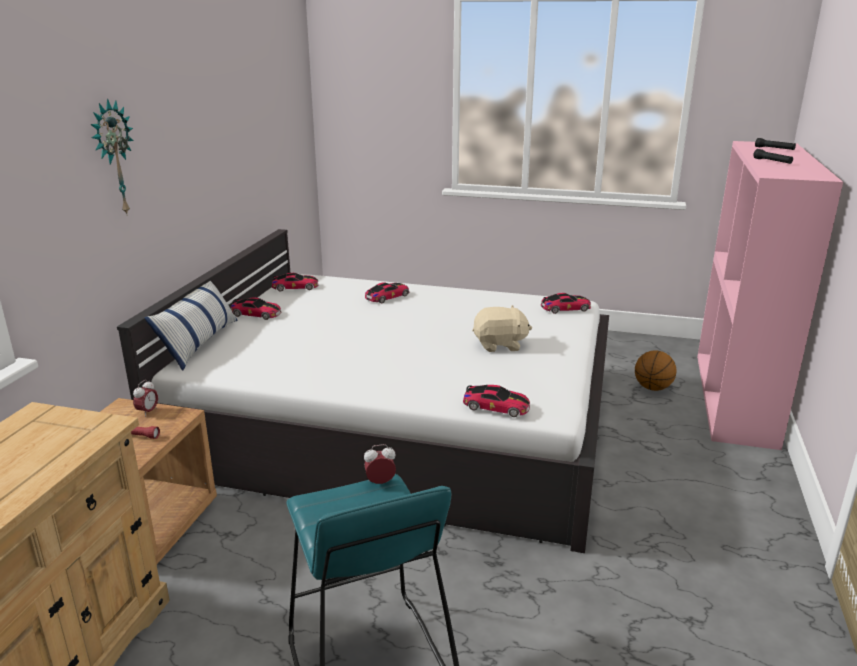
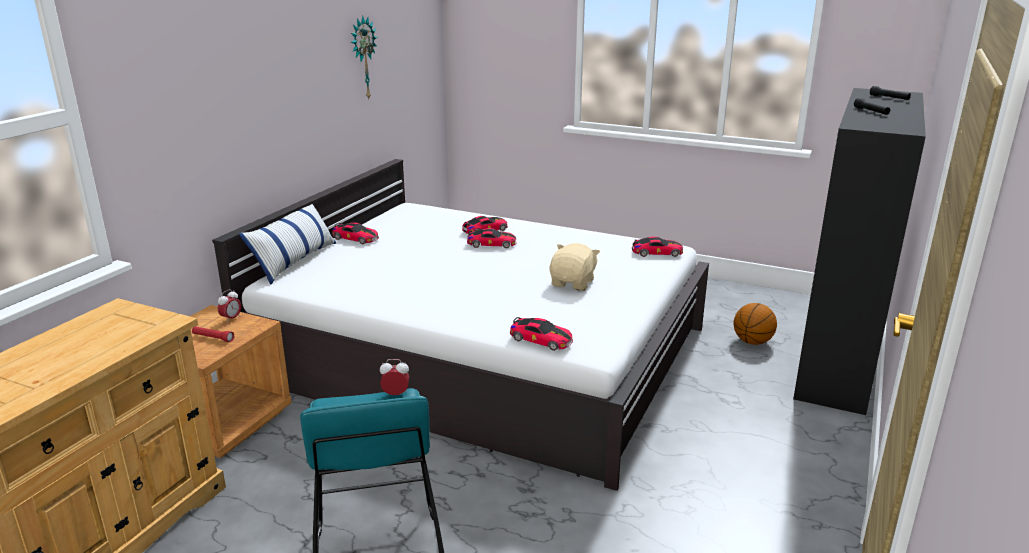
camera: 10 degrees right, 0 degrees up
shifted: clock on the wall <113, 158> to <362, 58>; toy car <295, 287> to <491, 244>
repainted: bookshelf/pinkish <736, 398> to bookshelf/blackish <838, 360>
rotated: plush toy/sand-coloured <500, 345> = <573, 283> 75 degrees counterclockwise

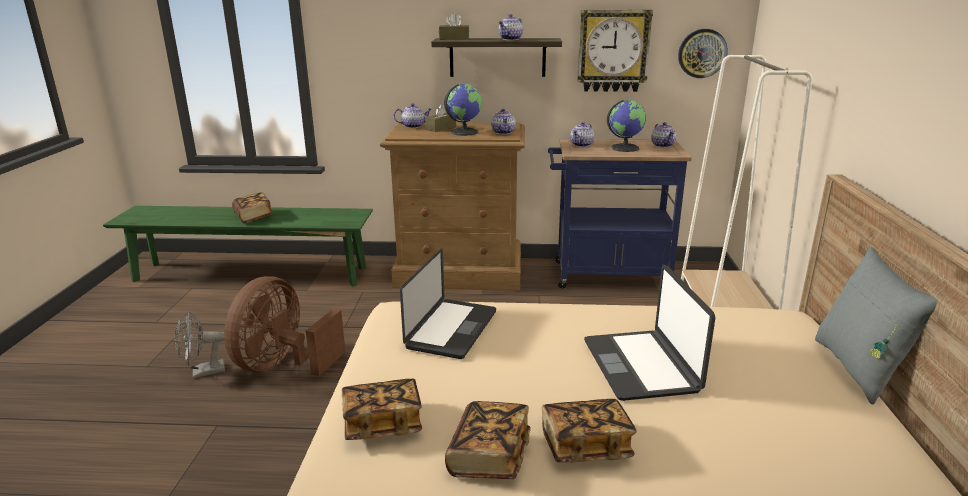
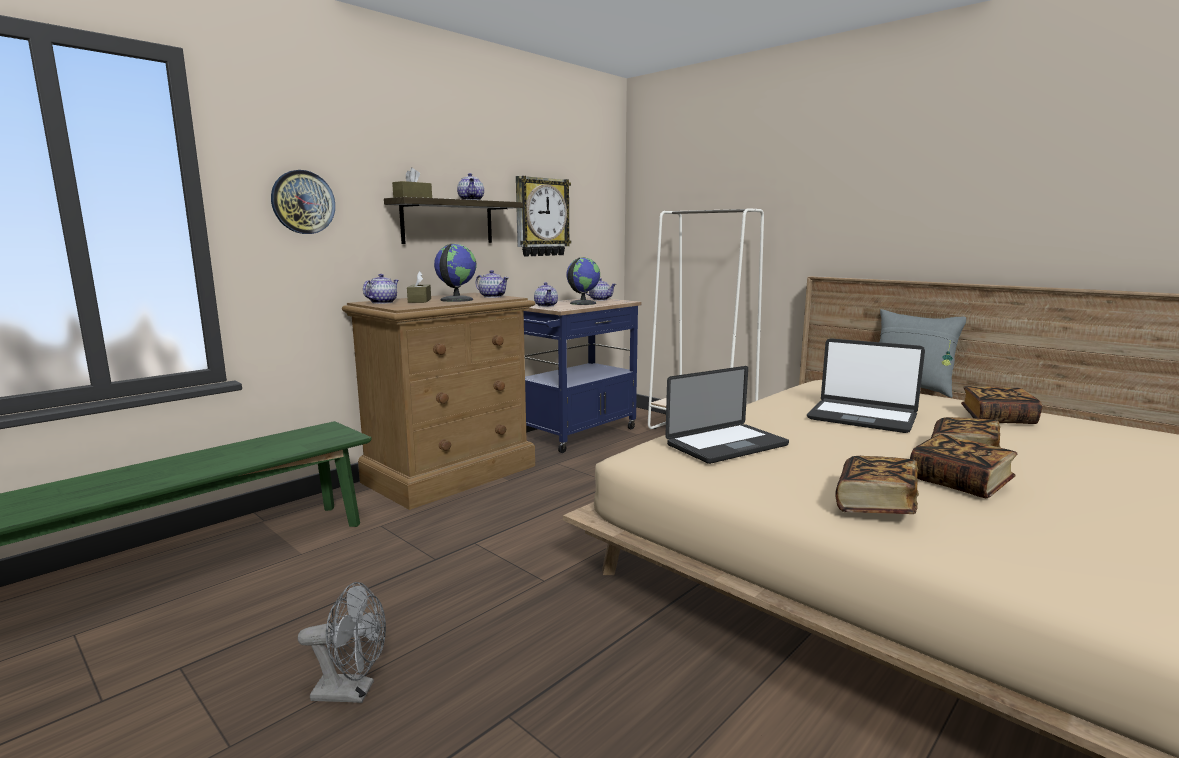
camera: 50 degrees left, 10 degrees down
gone: cooling fan/brownish <283, 365>
shifted: bound book <253, 217> to <997, 419>; clock on the wall <702, 53> to <303, 202>
rotated: cooling fan/greyish <203, 372> = <352, 692> 105 degrees counterclockwise; laptop <452, 329> = <727, 445> 90 degrees clockwise

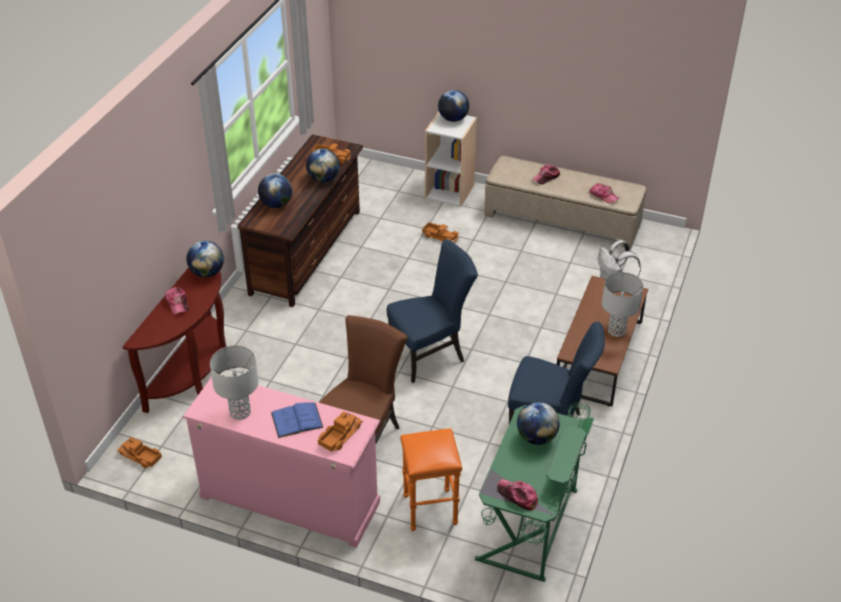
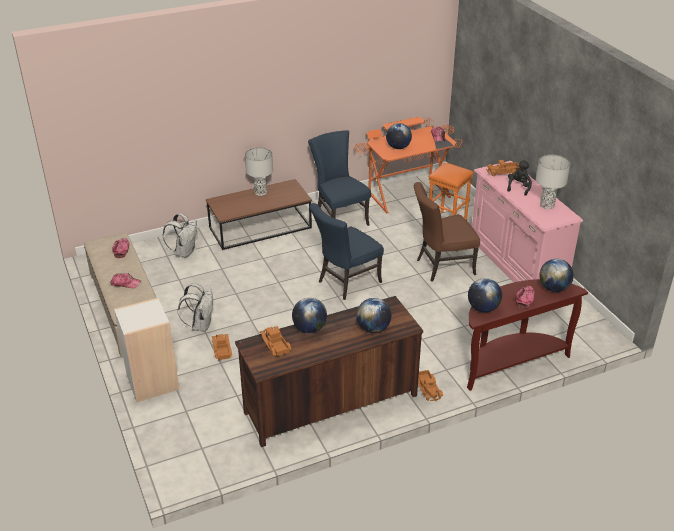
camera: 135 degrees left, 5 degrees down
new: rucksack/whitish <201, 325>
shifted: model truck <140, 456> to <428, 389>; world globe <453, 119> to <554, 288>
swapped: bound book/blue-coloured <297, 420> to plush toy/blackish <518, 187>
repainted: desk unit/green <531, 526> to desk unit/orange-coloured <408, 193>
rotated: chair/blue-coloured <431, 353> = <346, 282> 60 degrees counterclockwise

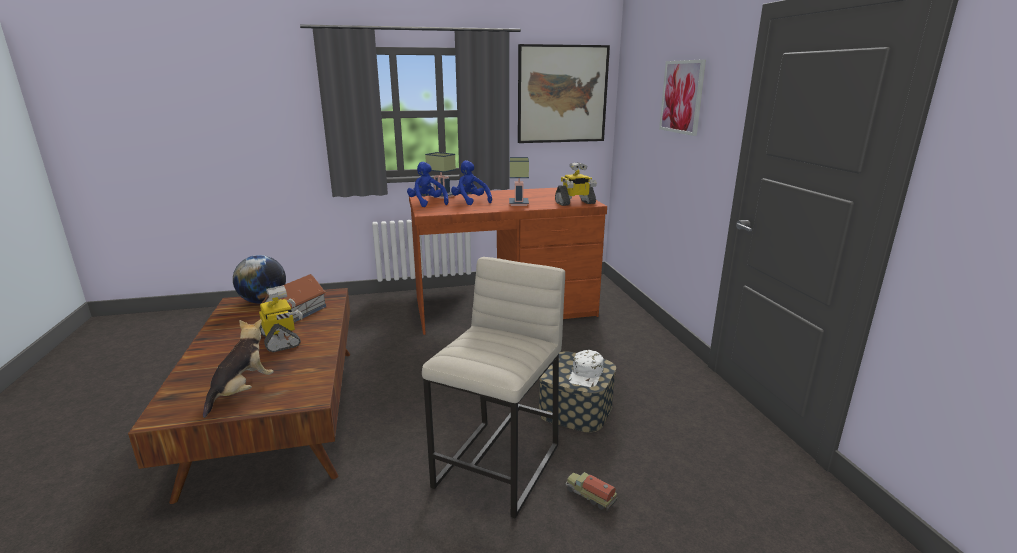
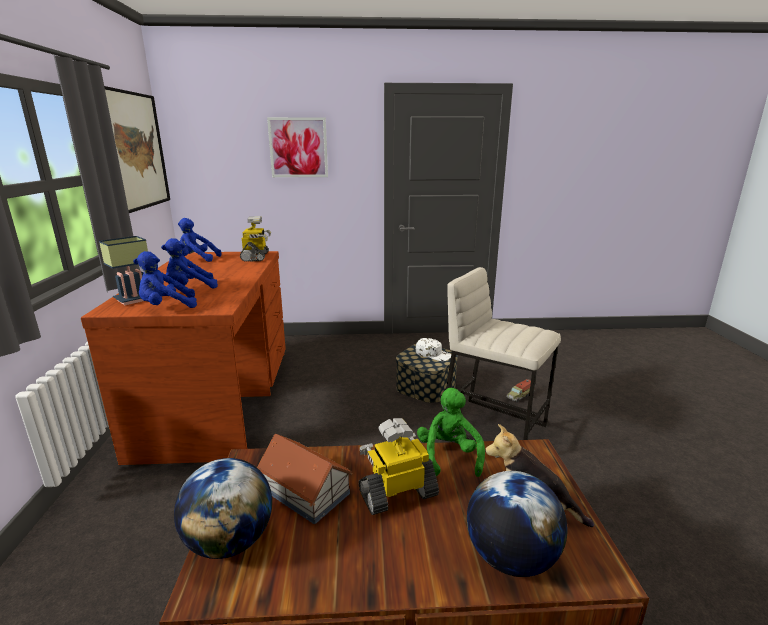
camera: 80 degrees left, 0 degrees up
gone: lamp for a table <520, 204>
new: plush toy/blue-coloured <197, 259>; plush toy/green <449, 456>; world globe <511, 557>

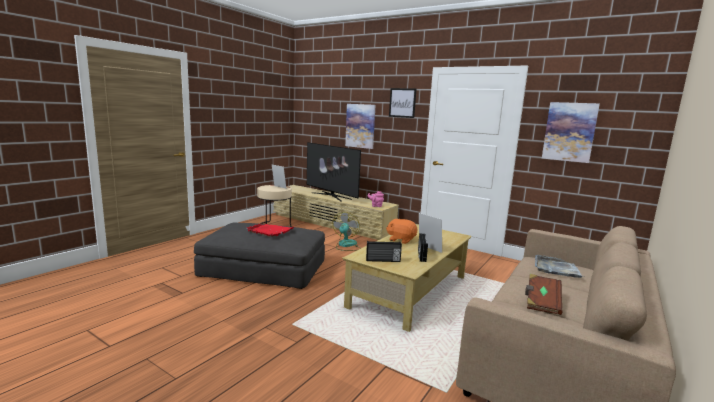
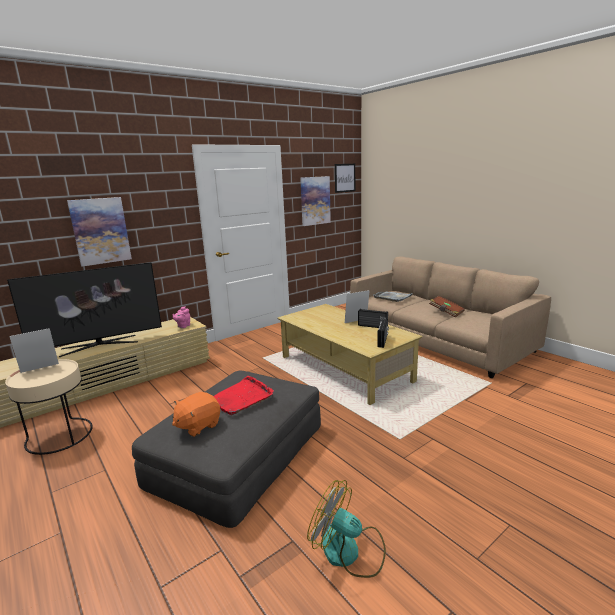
camera: 70 degrees left, 5 degrees up
shifted: cooling fan <346, 245> to <349, 551>; plush toy/orange-coloured <401, 240> to <198, 426>; wall picture <402, 103> to <344, 178>

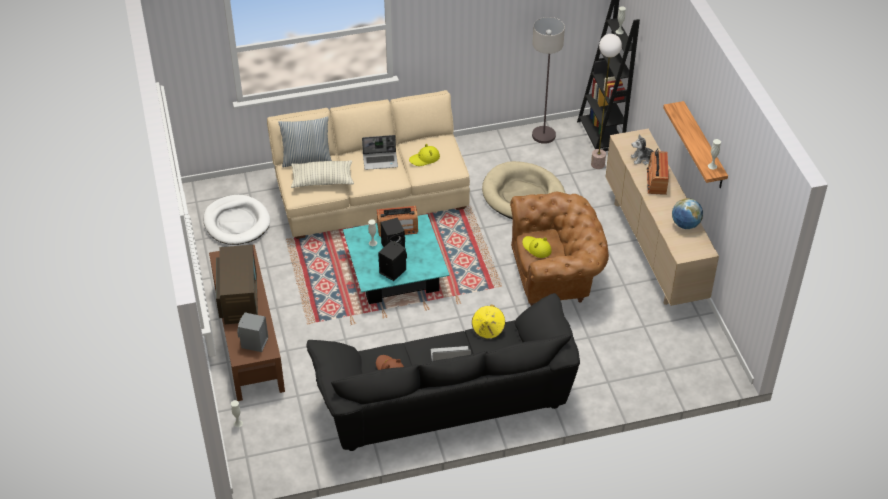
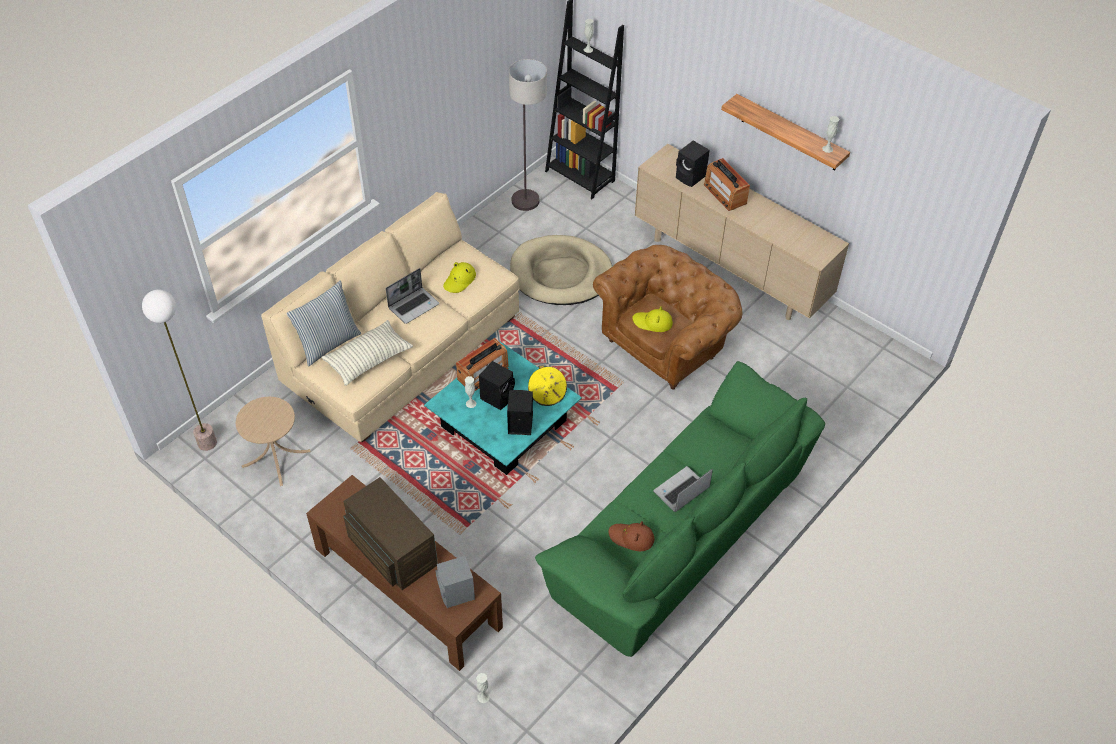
camera: 35 degrees left, 5 degrees up
gone: world globe <685, 225>
shifted: wearable hat/yellow-coloured <488, 329> to <547, 393>; floor lamp <597, 164> to <206, 443>
swapped: pet bed/whitish <237, 222> to side table/sand-coloured <276, 458>; plush toy <642, 159> to speaker/blackish <691, 177>
repainted: couch/blackish <444, 402> to couch/green <678, 540>

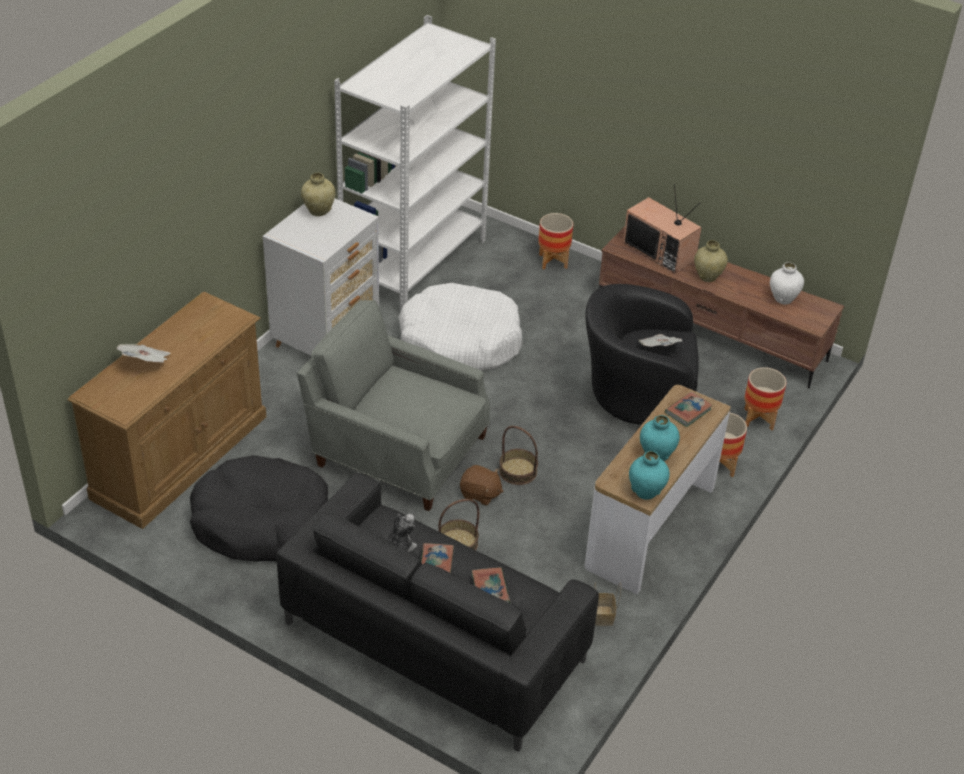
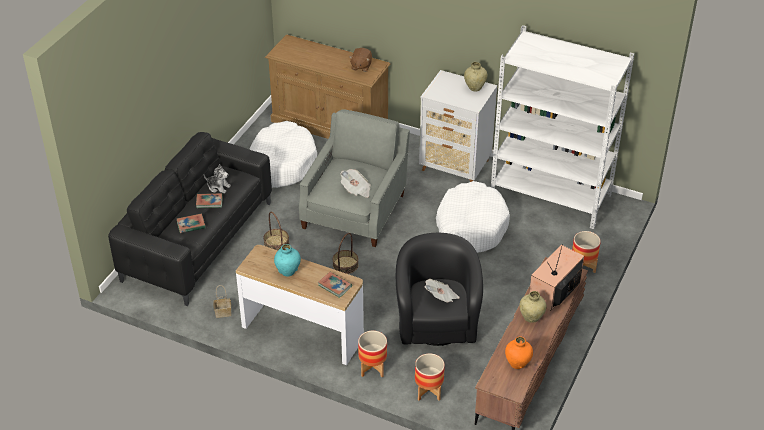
camera: 85 degrees right, 0 degrees up
gone: decorative vase/turquoise <646, 492>
shifted: daily paper <146, 363> to <356, 190>; plush toy/brownish <480, 494> to <361, 66>
repainted: pet bed/blackish <262, 523> to pet bed/whitish <282, 163>; decorative vase/whitish <783, 299> to decorative vase/orange-coloured <517, 363>

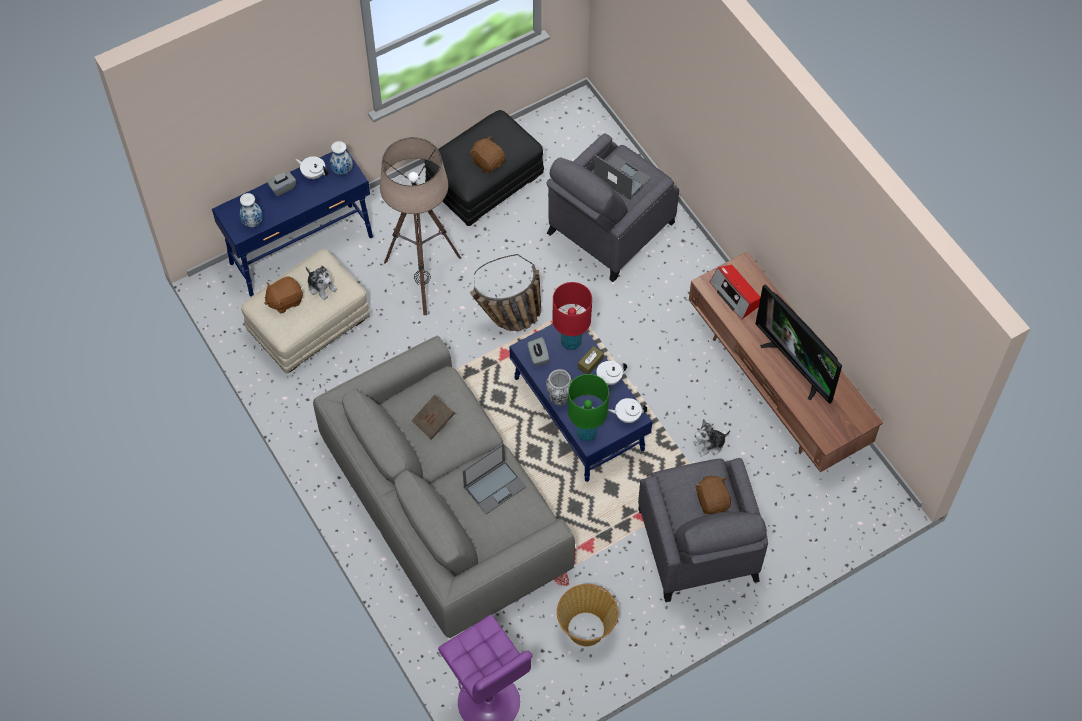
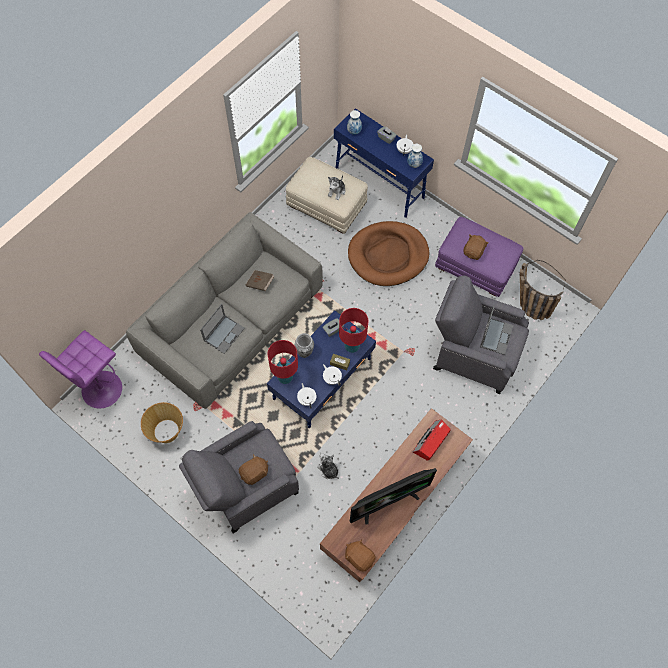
camera: 70 degrees right, 5 degrees up
shifted: plush toy/brownish <285, 300> to <359, 557>; household basket <508, 321> to <528, 303>
swapped: floor lamp <423, 277> to pet bed/brownish <388, 255>
repainted: footrest/blackish <484, 184> to footrest/purple <475, 267>; lamp for a table/green <586, 432> to lamp for a table/red <285, 377>
rotated: laptop <495, 486> = <224, 334> 90 degrees counterclockwise; TV set <795, 365> = <387, 501> 150 degrees counterclockwise

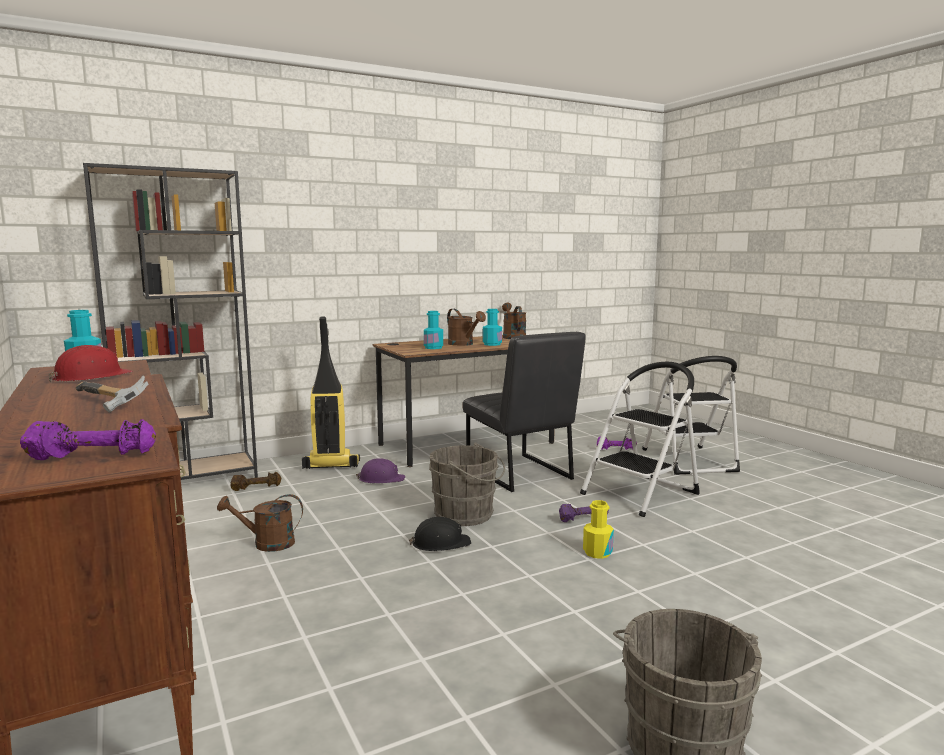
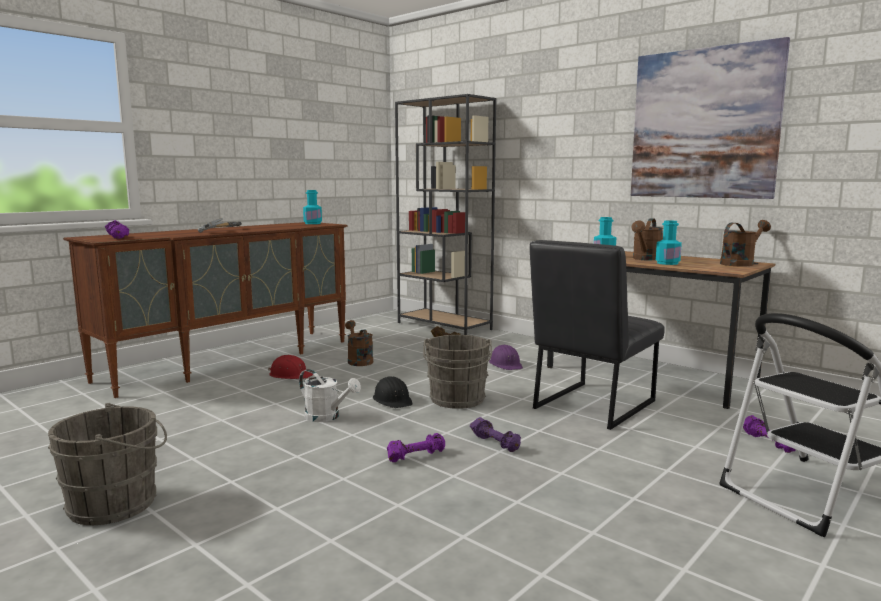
camera: 70 degrees right, 0 degrees up
gone: vacuum cleaner <330, 465>; step ladder <643, 494>
new: watering pot/whitish <327, 417>; wall picture <703, 124>
shifted: work helmet/red <91, 377> to <290, 375>
swapped: drink bottle/yellow-coloured <597, 553> to free weight/purple <416, 456>

